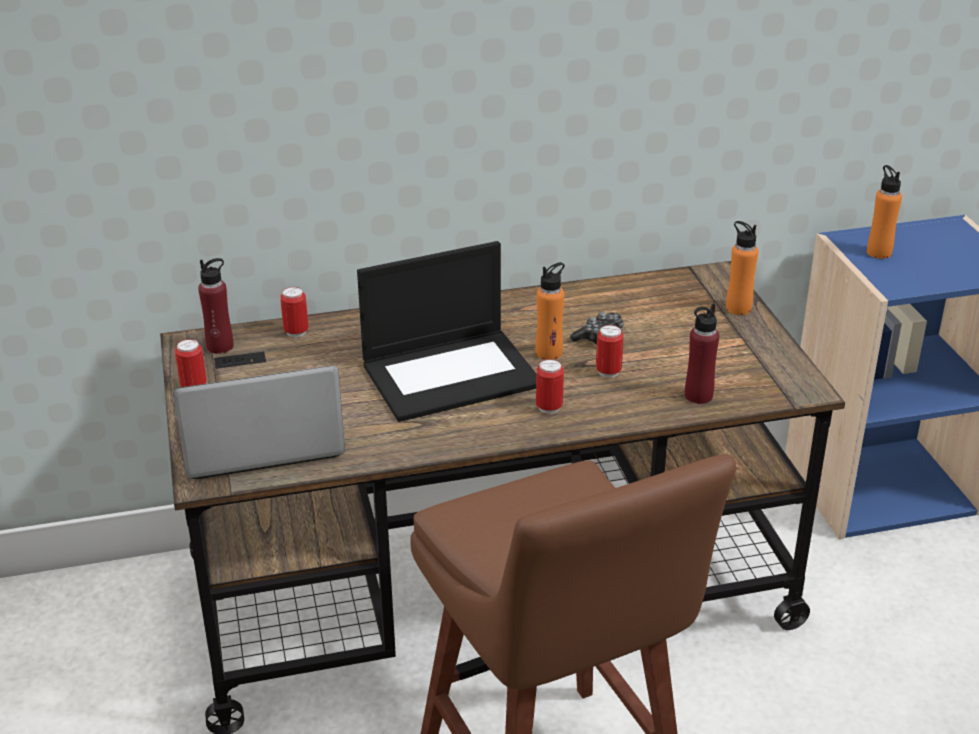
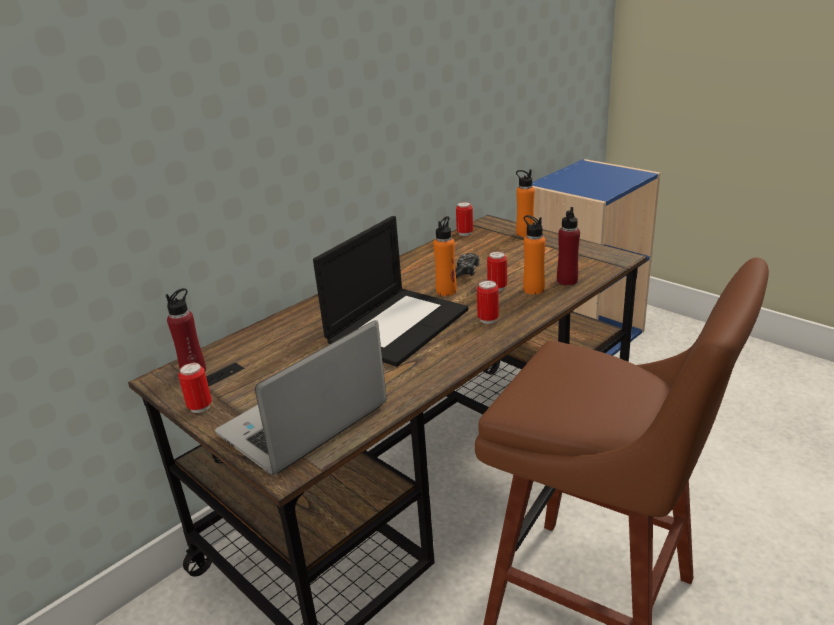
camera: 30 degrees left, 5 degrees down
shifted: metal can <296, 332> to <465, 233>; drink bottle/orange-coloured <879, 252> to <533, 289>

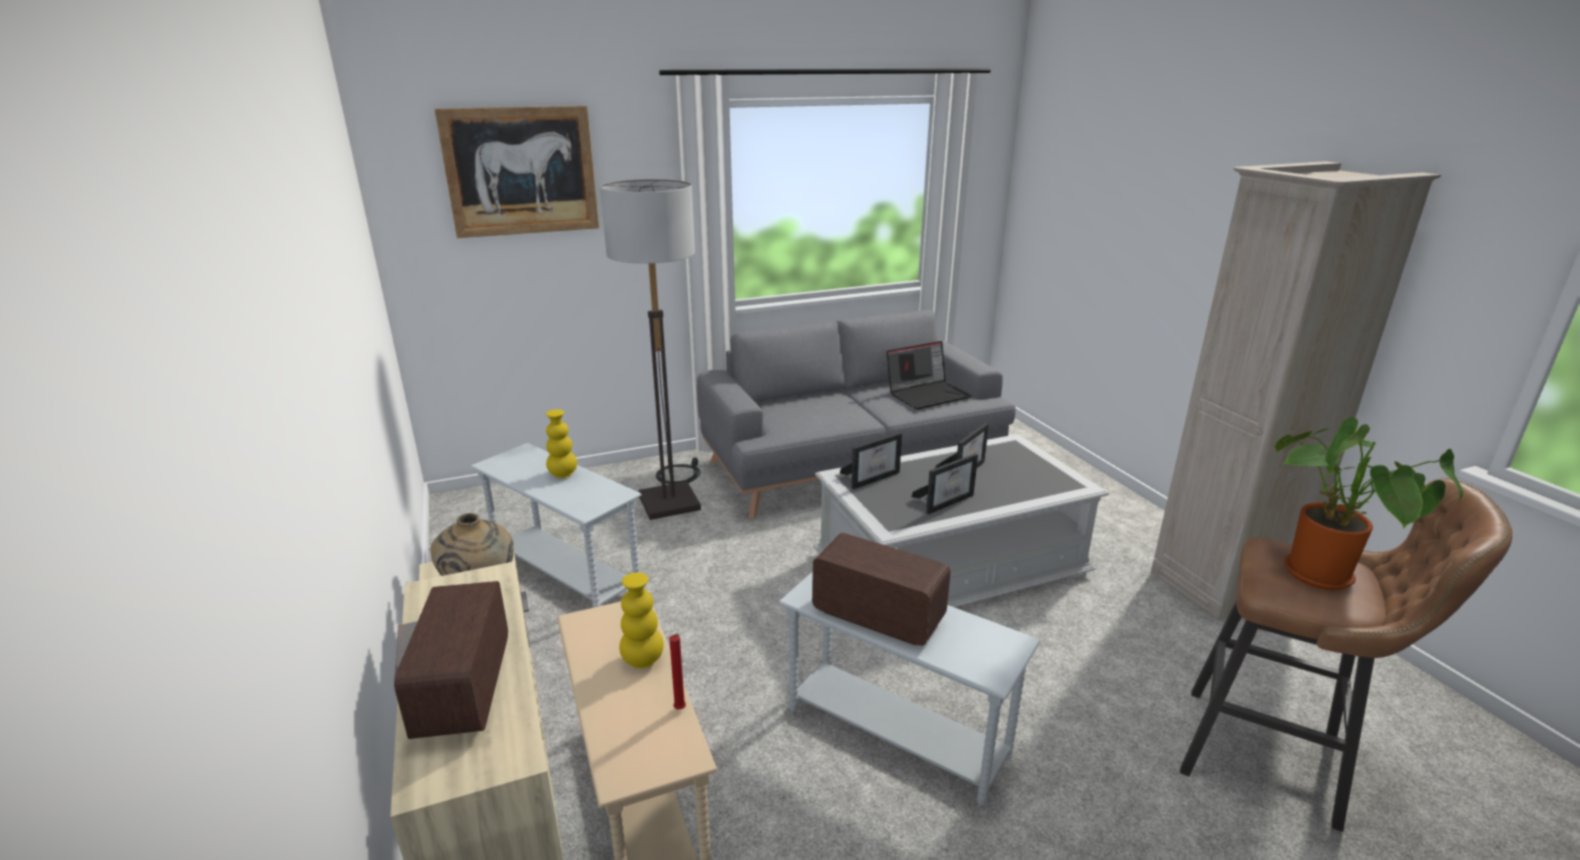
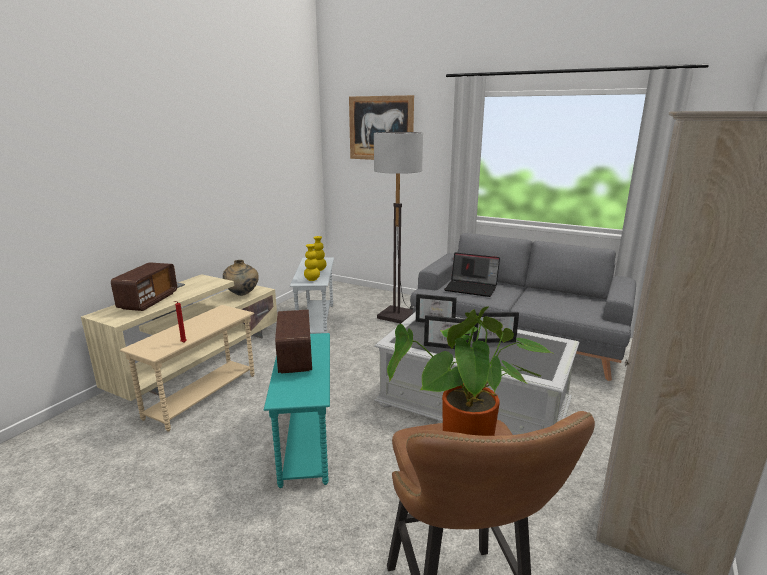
camera: 50 degrees right, 5 degrees down
shifted: decorative vase/yellow-coloured <643, 660> to <312, 279>; laptop <927, 394> to <472, 288>
repainted: side table/whitish <896, 734> to side table/turquoise <305, 441>
rotated: radio receiver <465, 688> = <148, 301> 150 degrees clockwise

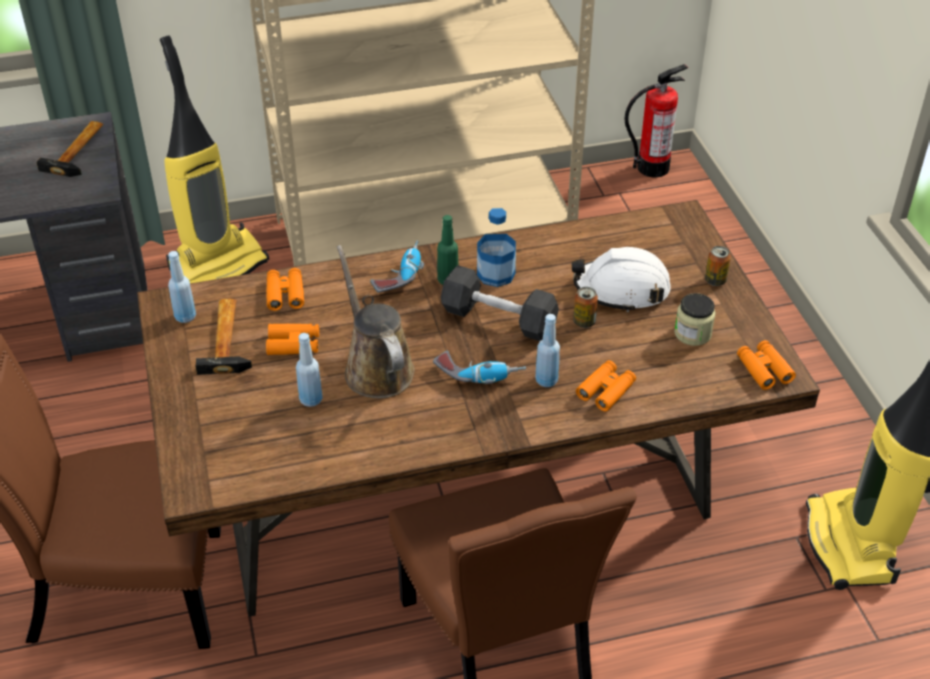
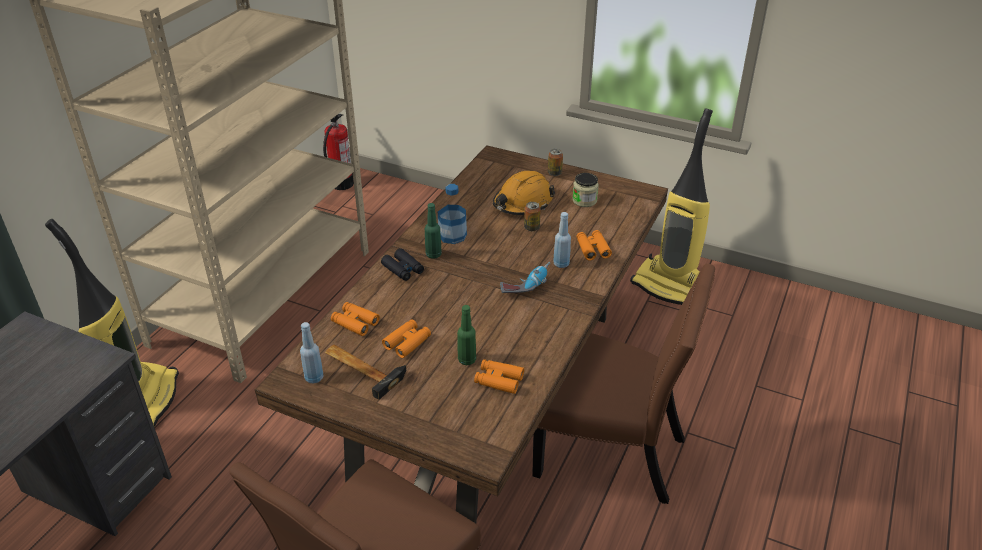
camera: 50 degrees left, 5 degrees down
gone: hand hammer <79, 151>; watering pot/brownish <376, 368>; free weight/greyish <499, 319>
shifted: field glasses/orange-coloured <764, 369> to <498, 380>
swapped: drill <399, 274> to field glasses/blackish <403, 269>
repainted: drink bottle/blue-coloured <311, 400> to drink bottle/green <467, 360>; work helmet/whitish <621, 289> to work helmet/orange-coloured <522, 203>

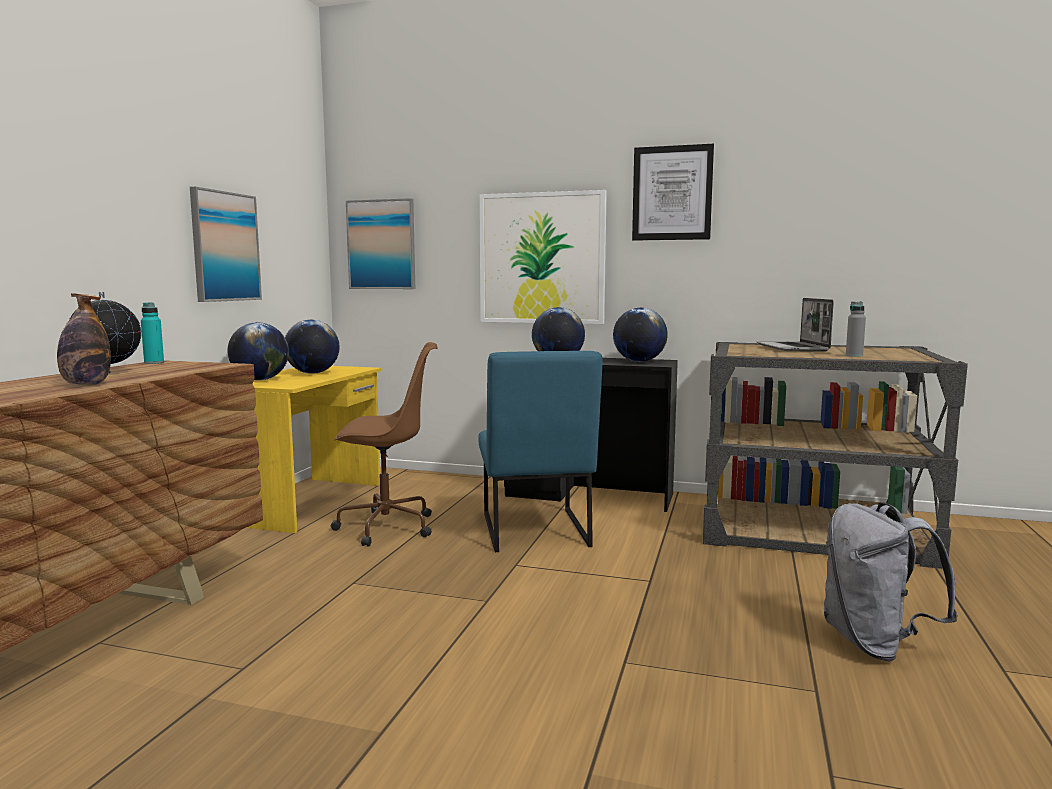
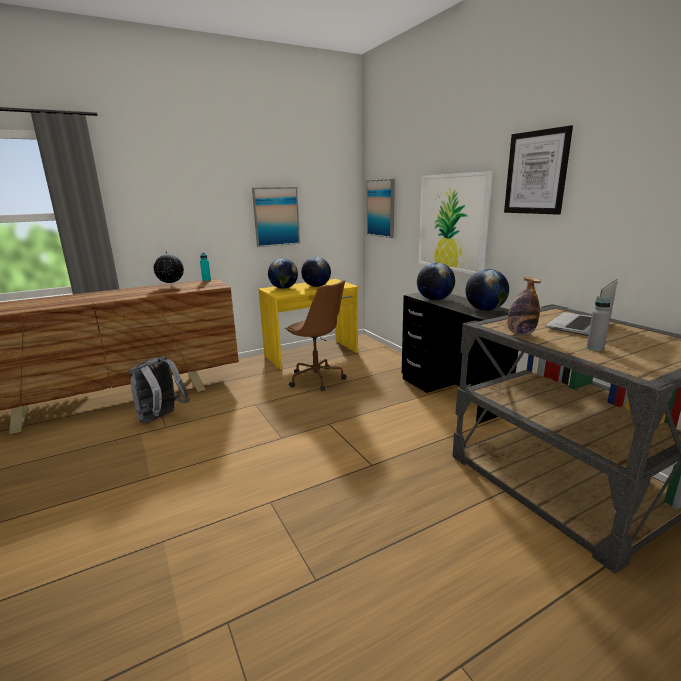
camera: 45 degrees right, 10 degrees up
gone: chair/blue-coloured <534, 531>
shifted: drink bottle <86, 385> to <520, 334>; rucksack/greyish <875, 644> to <161, 418>

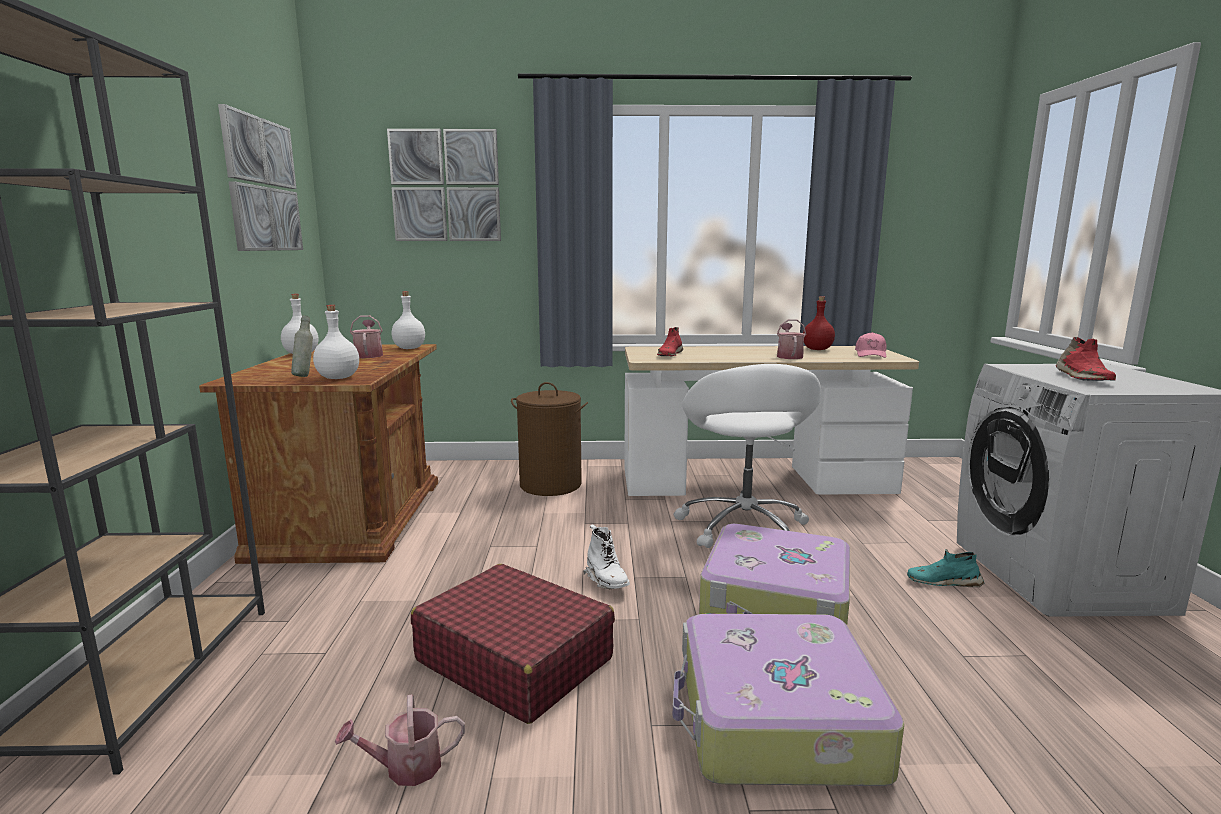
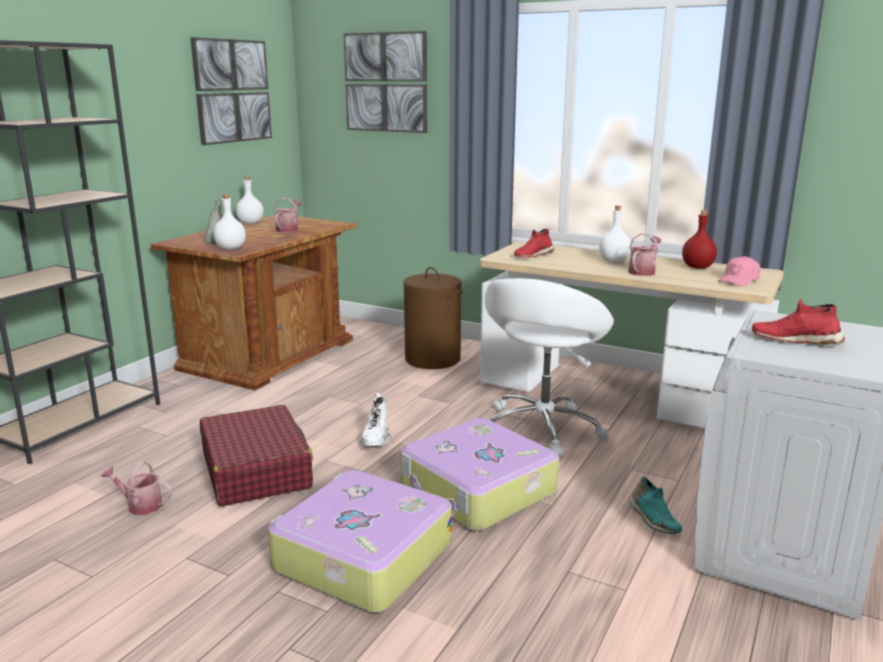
camera: 30 degrees right, 5 degrees up
shifted: drink bottle/whitish <409, 348> to <614, 261>
rotated: item of footwear/turquoise <943, 582> = <652, 519> 150 degrees counterclockwise; item of footwear/red <1081, 377> = <795, 340> 75 degrees clockwise

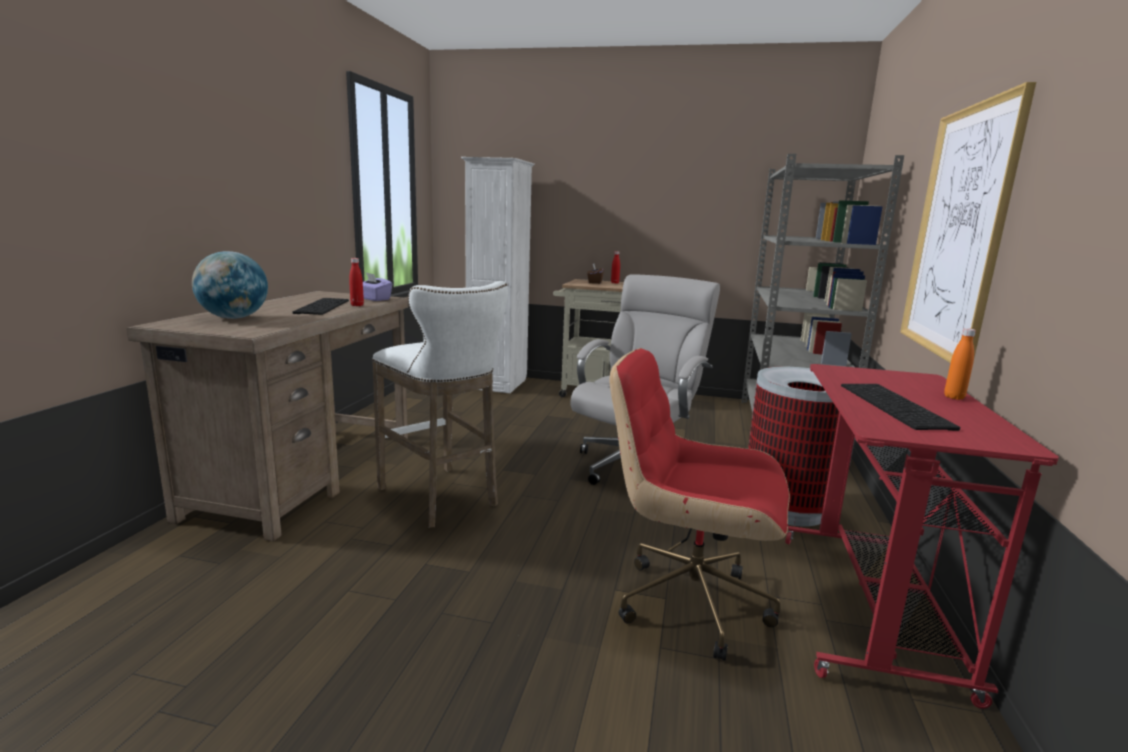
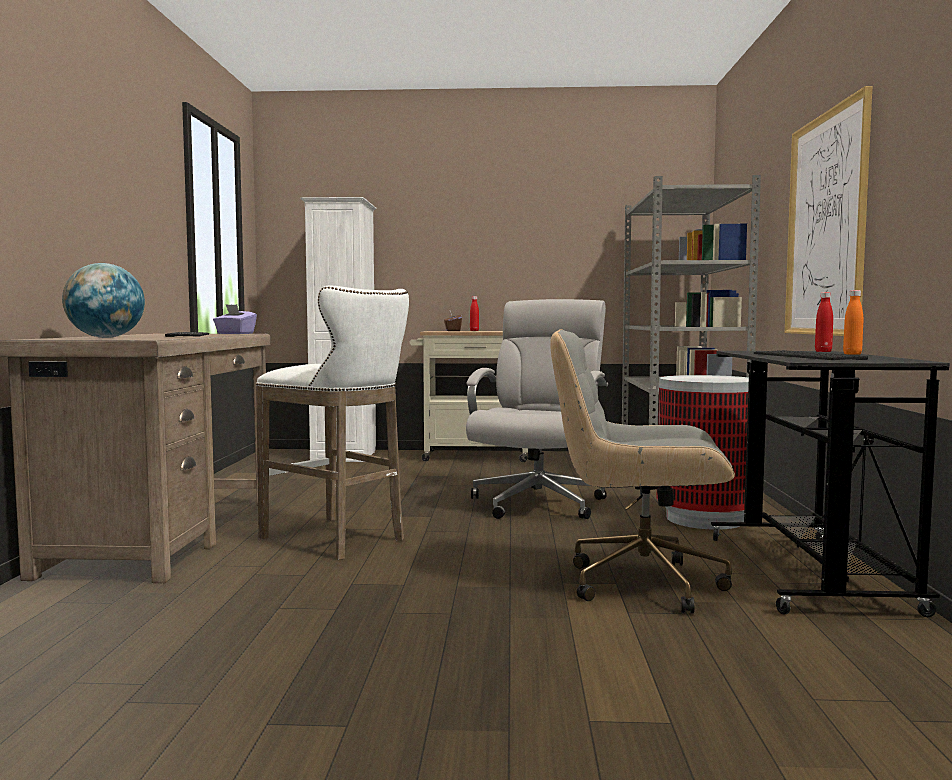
camera: 10 degrees left, 10 degrees down
shifted: drink bottle/red <357, 305> to <823, 351>
repainted: office chair/red <686, 602> to office chair/greyish <638, 583>; desk unit/red <867, 609> to desk unit/blackish <807, 573>

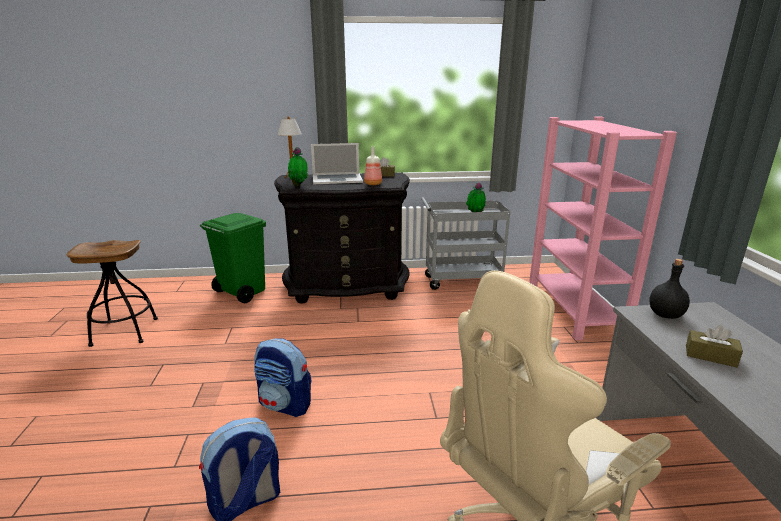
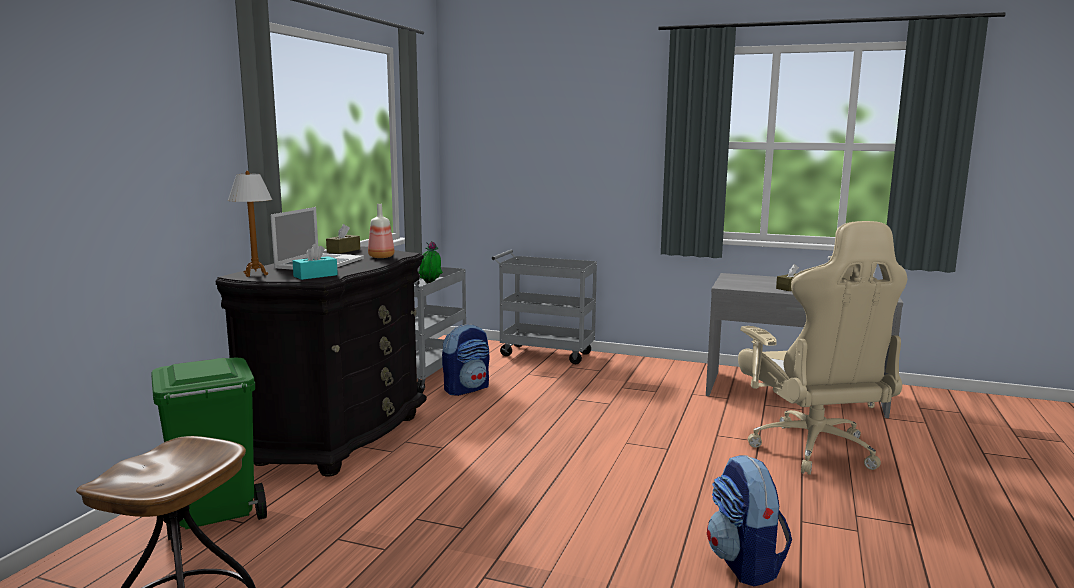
camera: 65 degrees left, 10 degrees down
gone: drink bottle/blackish <664, 315>
shifted: rucksack <285, 404> to <467, 389>
swapped: plant in a pot <299, 185> to tissue holder/turquoise <315, 275>; bookshelf/pinkish <574, 308> to cart/greyish <544, 355>

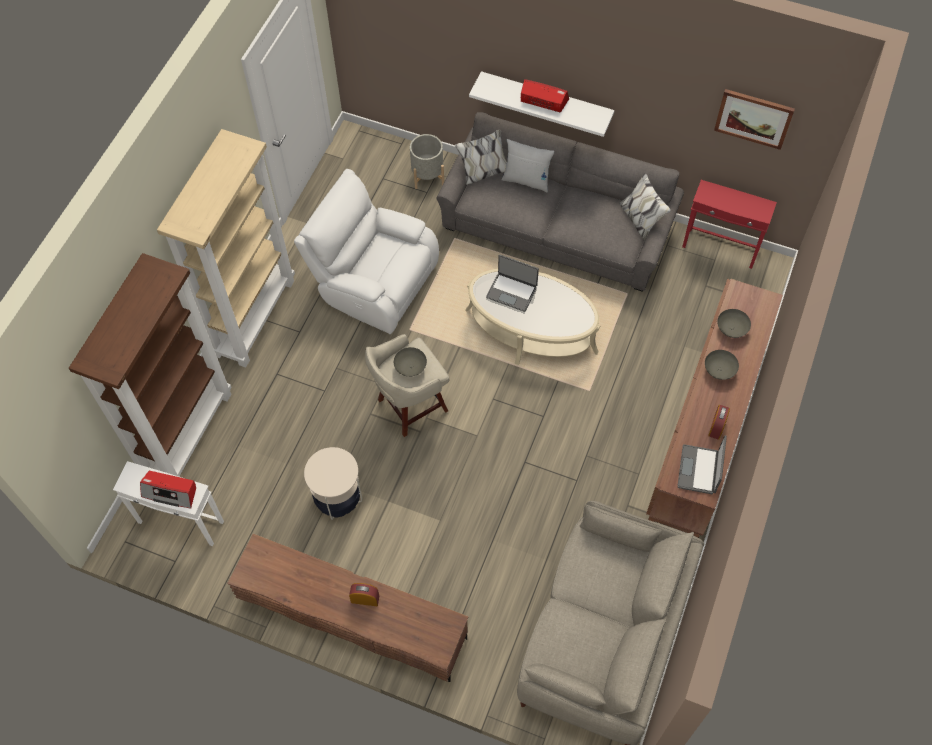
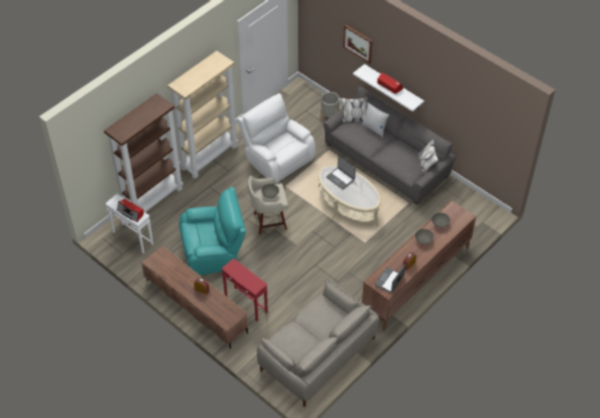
camera: 20 degrees right, 10 degrees down
shifted: side table/red <720, 248> to <246, 304>; wall picture <753, 118> to <358, 43>
swapped: side table/sand-coloured <338, 498> to easy chair/turquoise <213, 251>

